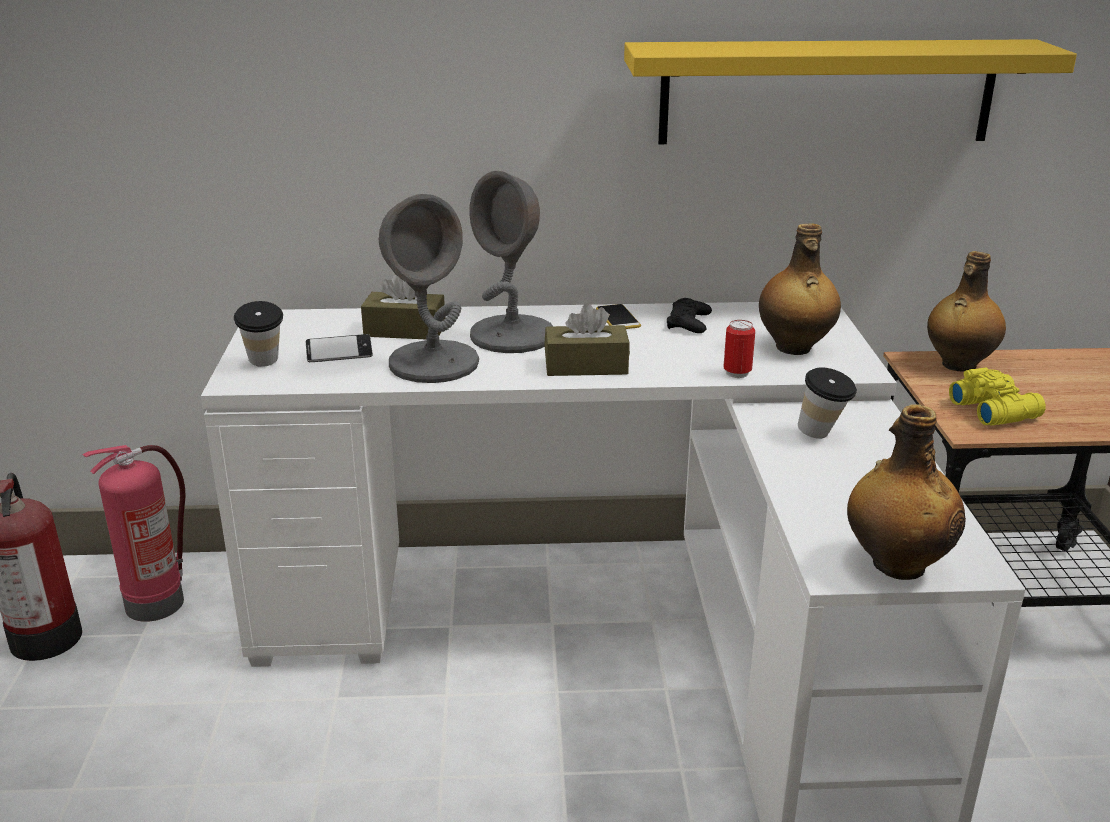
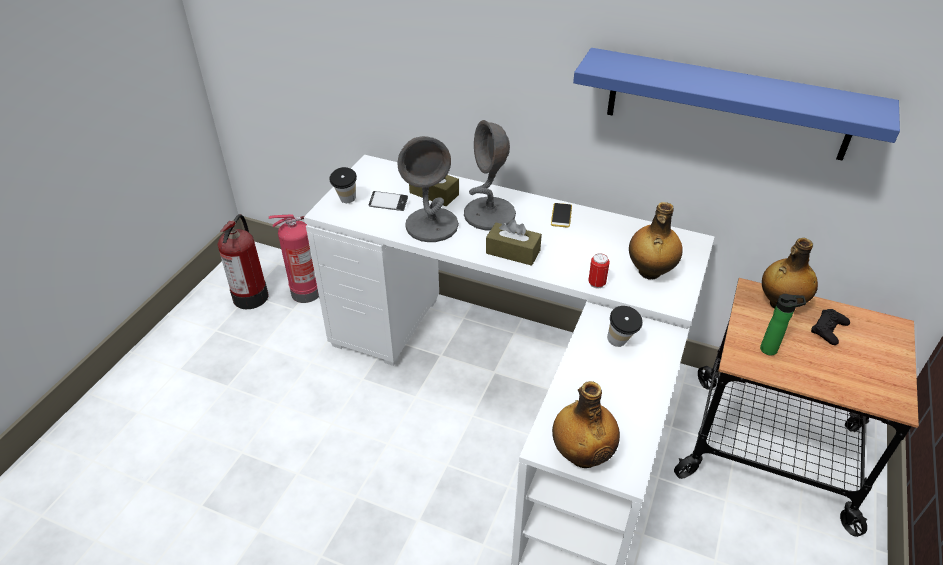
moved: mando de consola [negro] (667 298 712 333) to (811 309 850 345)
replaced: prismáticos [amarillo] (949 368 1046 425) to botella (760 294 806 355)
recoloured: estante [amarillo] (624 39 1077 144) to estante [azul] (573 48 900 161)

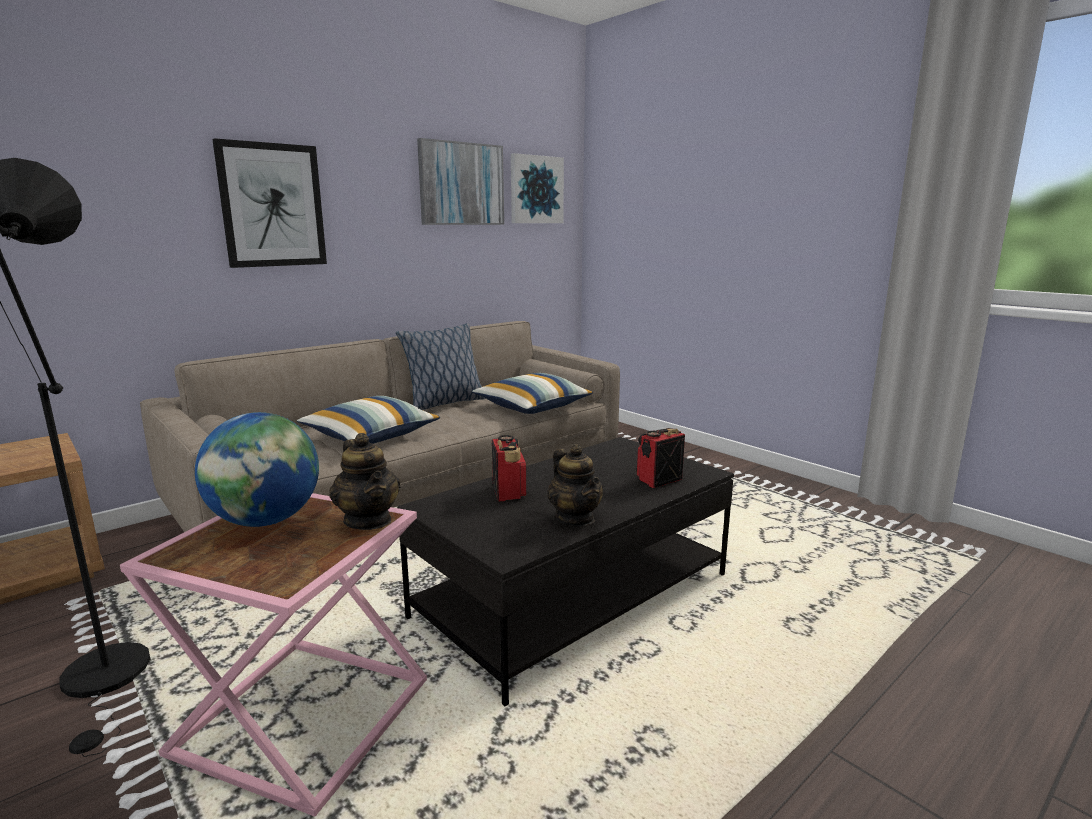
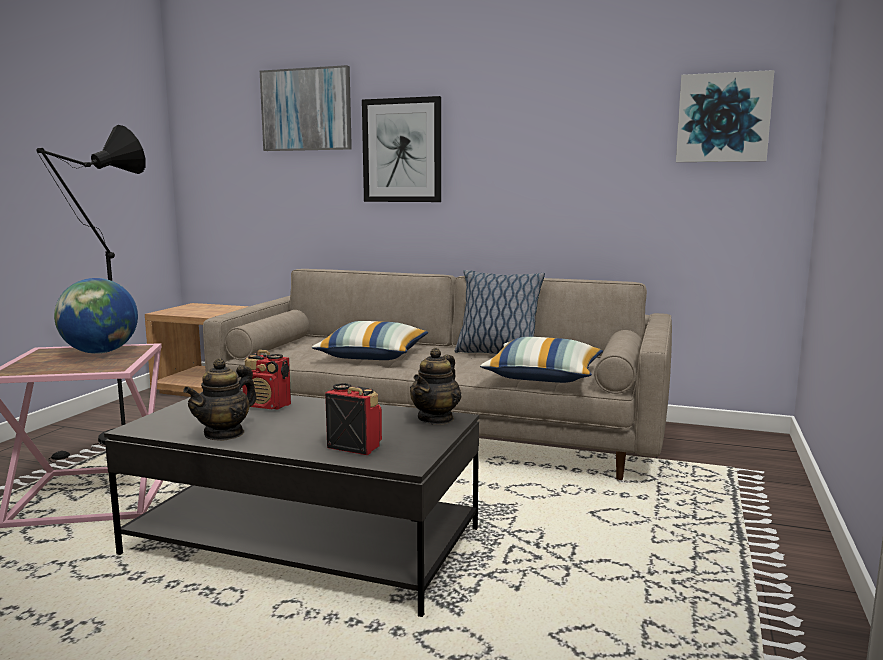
moved: cuadro (417 138 504 225) to (260 65 352 151); tetera (329 433 400 530) to (410 348 462 425)
turned: radio (491 435 526 501) = (243 350 291 410) 60 degrees clockwise

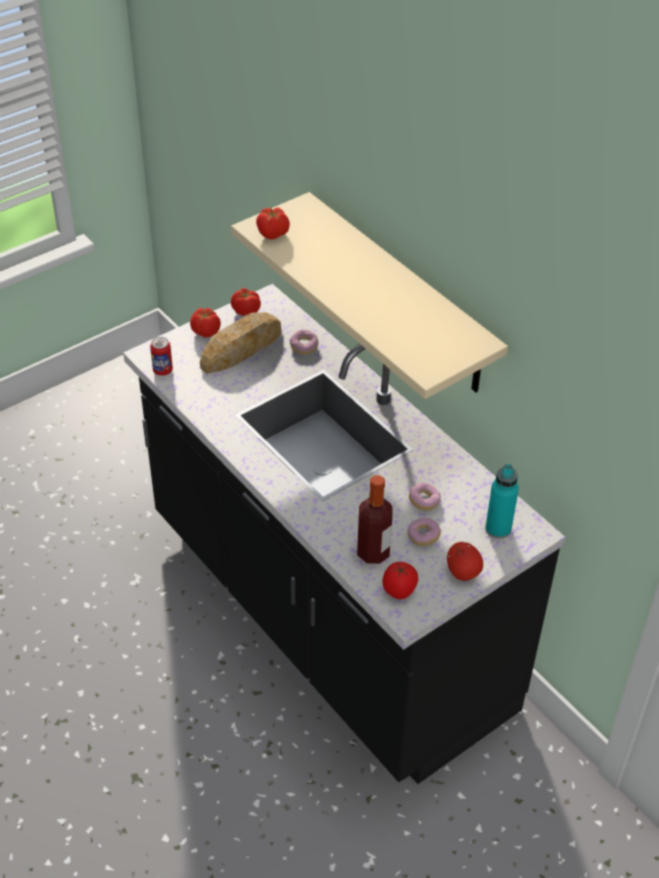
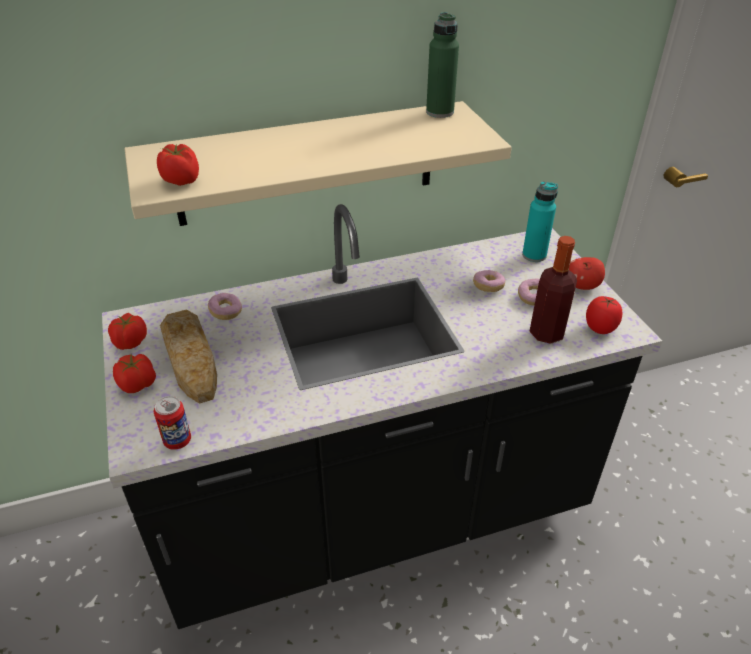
added: botella [verde] (426 12 459 118)

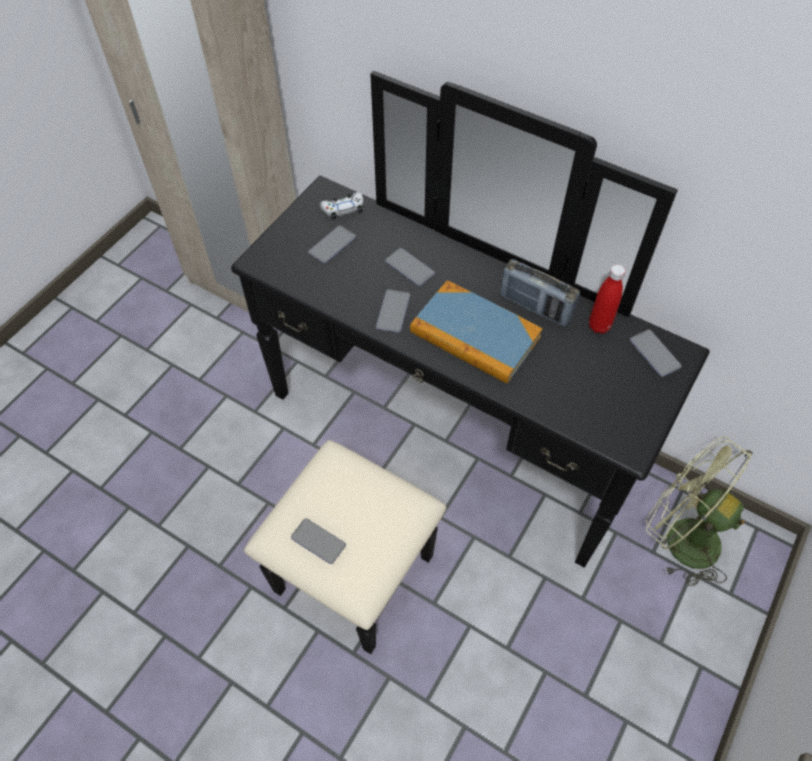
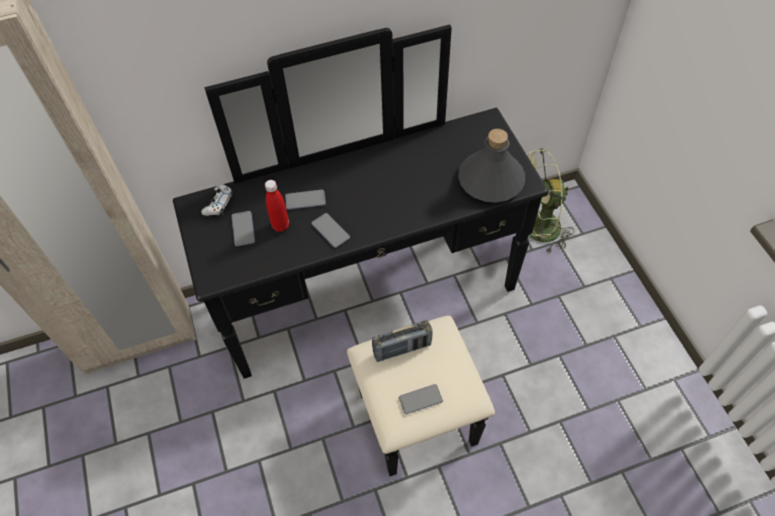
removed: libro (410 280 543 384); móvil (630 330 681 377)
added: botella [gris] (458 129 525 203)
moved: radio (500 259 580 327) to (372 320 432 362); botella [rojo] (589 264 626 334) to (265 180 289 232)

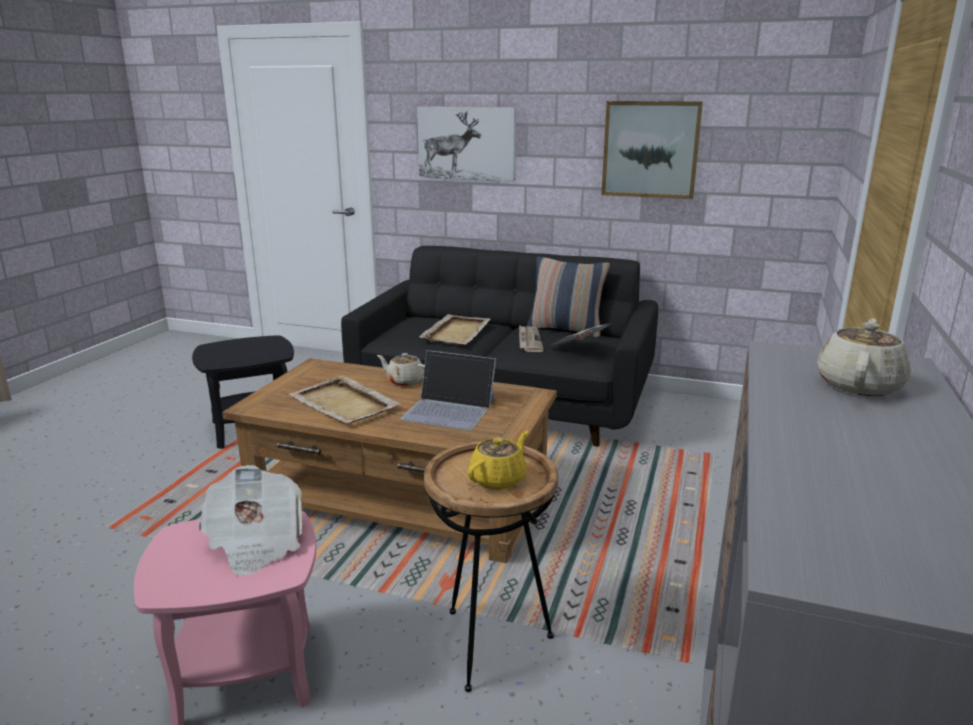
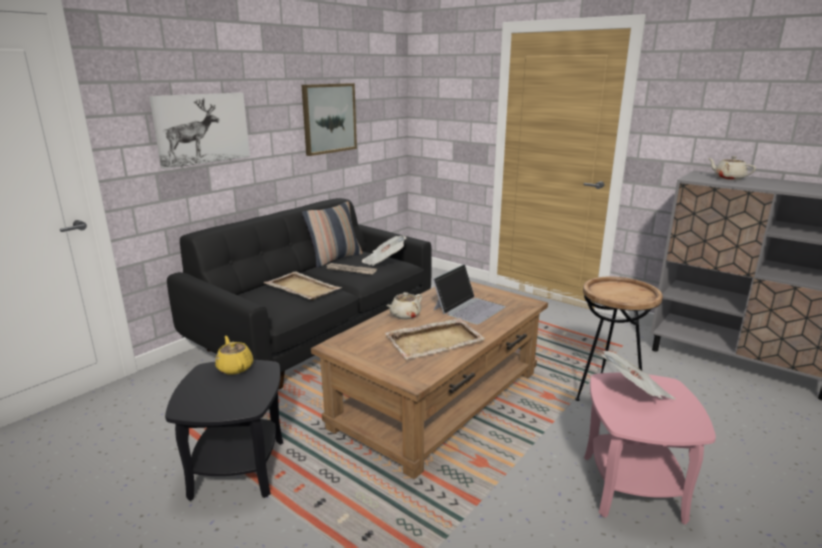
moved: tetera [amarillo] (467 431 528 490) to (216 336 253 375)

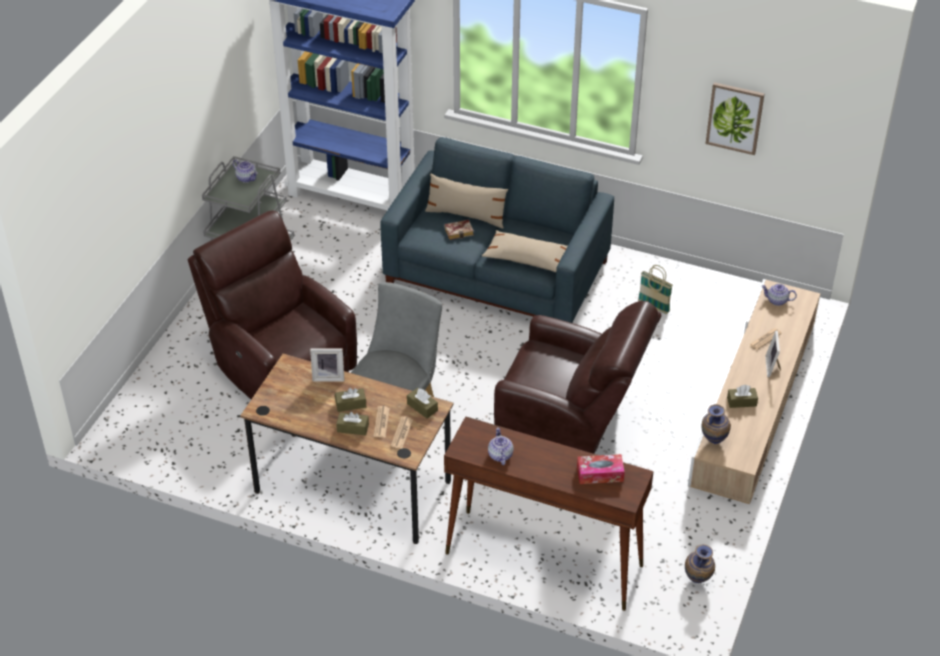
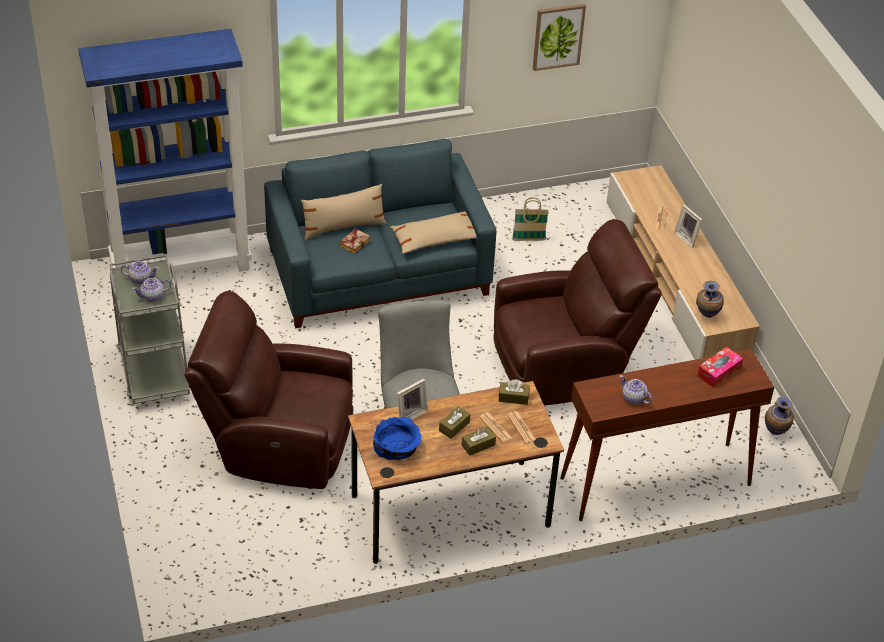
removed: caja de pañuelos [marrón] (727 385 758 408)
added: cuenco [azul] (373 417 421 460)
moved: tetera (761 284 797 306) to (132 278 171 302)

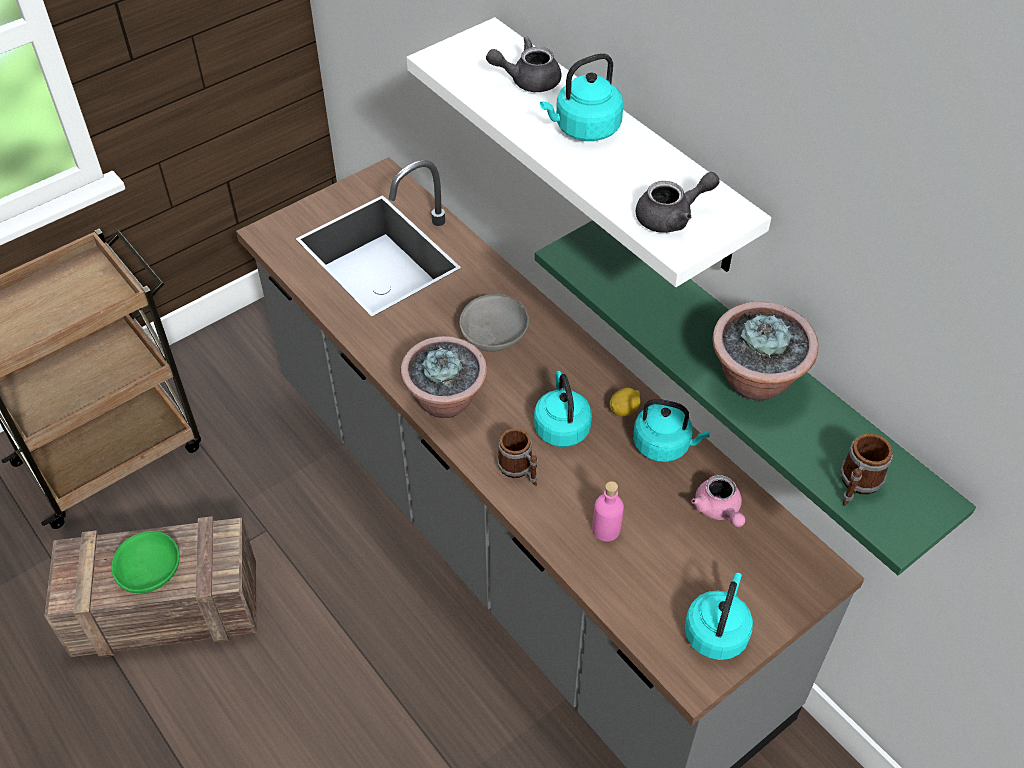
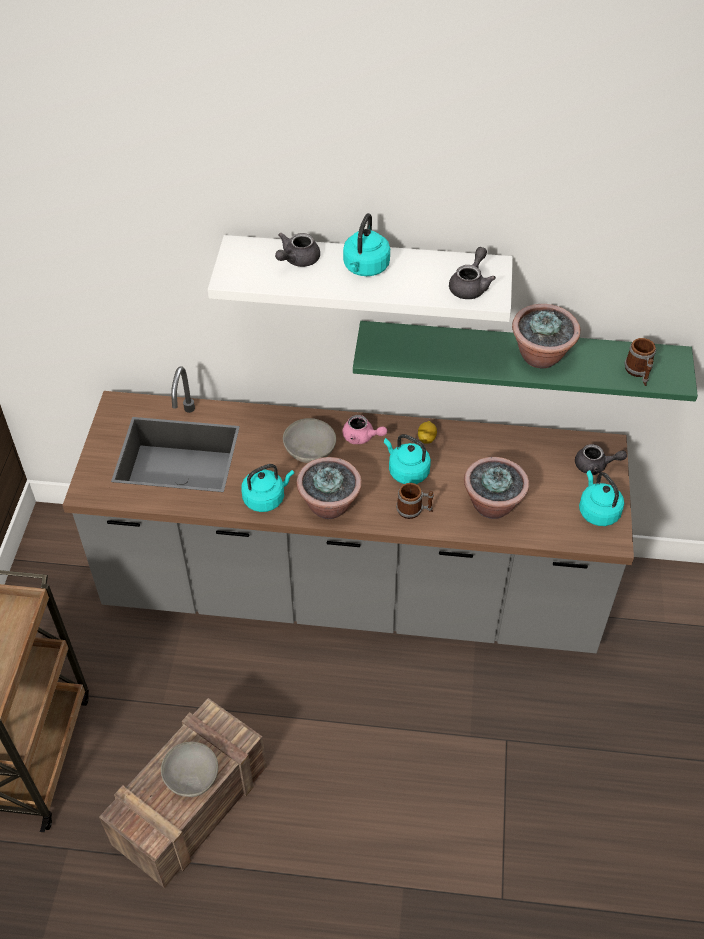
added: tetera [gris] (575 444 627 475)
moved: hervidor [turquesa] (633 399 710 462) to (241 464 294 512); tetera [rosa] (691 475 746 527) to (342 415 387 444)
replaced: botella [rosa] (592 481 624 542) to planta en maceta (464 457 529 519)
recoloured: cuenco [verde] (111 531 180 593) to cuenco [gris] (161 742 218 797)

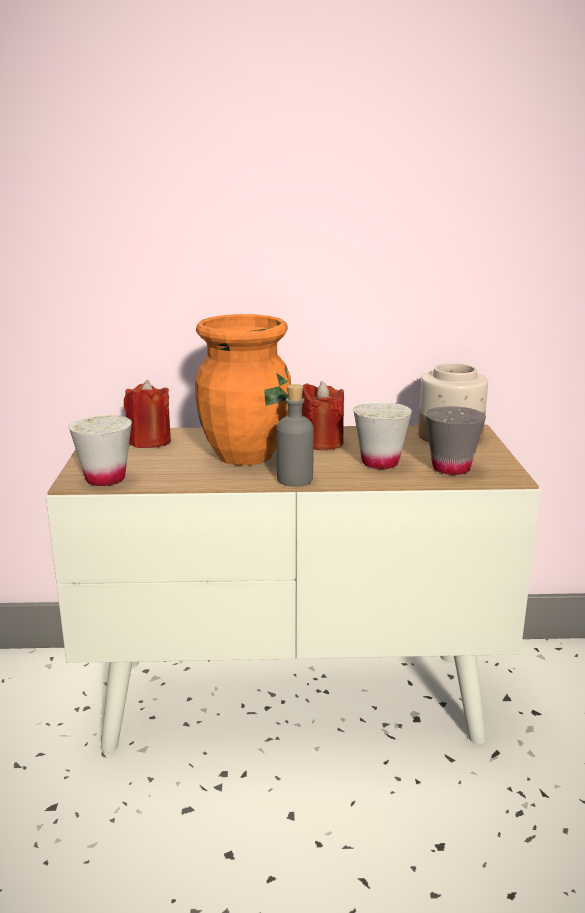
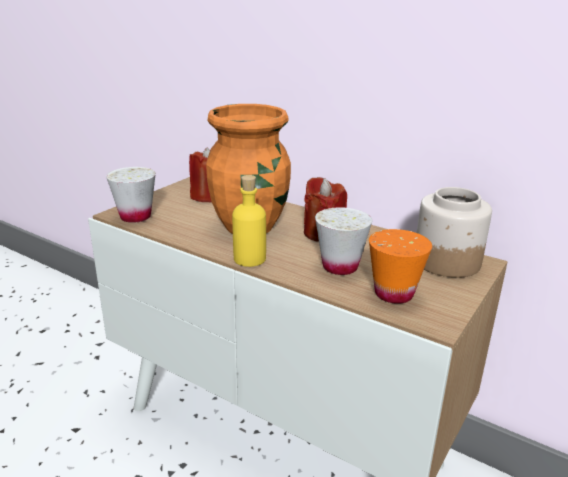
recoloured: botella [gris] (276 384 314 486) to botella [amarillo] (232 175 266 267); taza [gris] (425 406 486 475) to taza [naranja] (369 229 432 304)

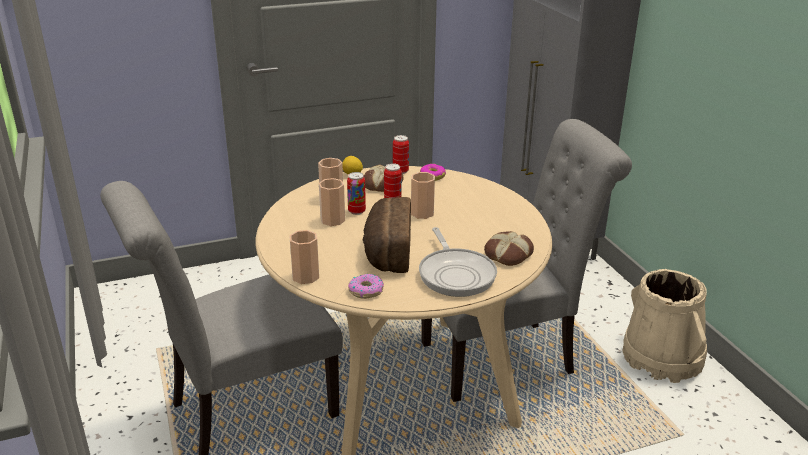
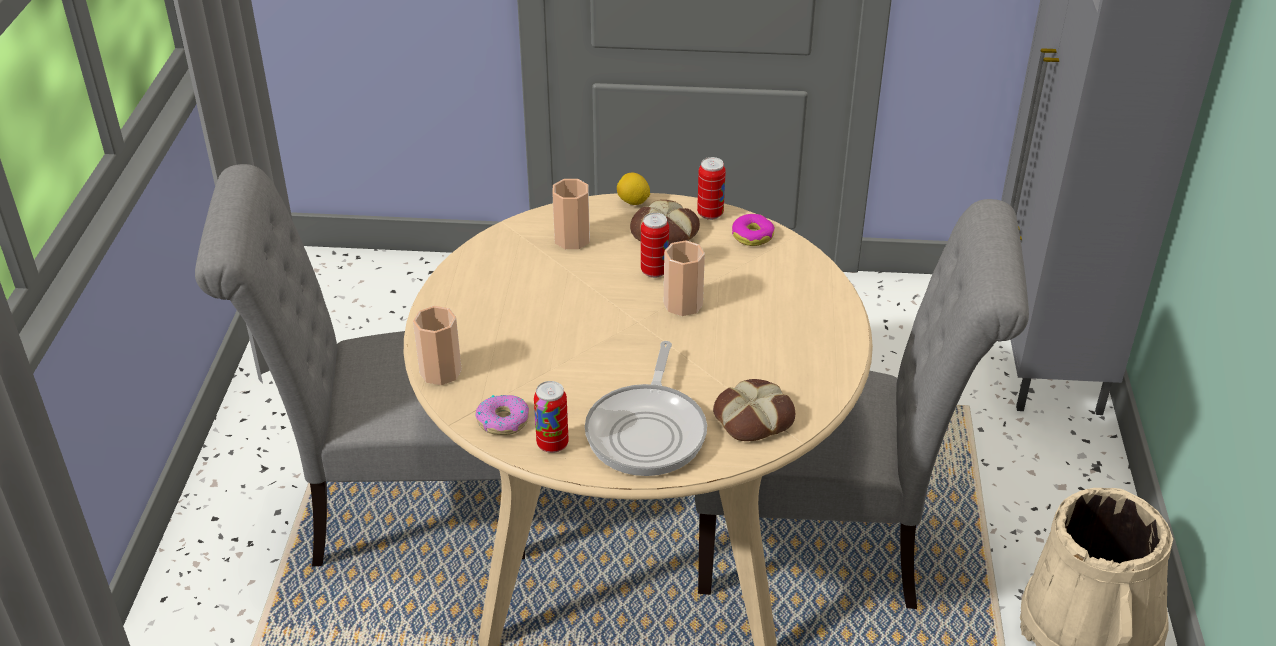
removed: taza (319 178 345 226); pan (363 197 411 273)
moved: lata (347 172 366 215) to (534 381 569 453)

